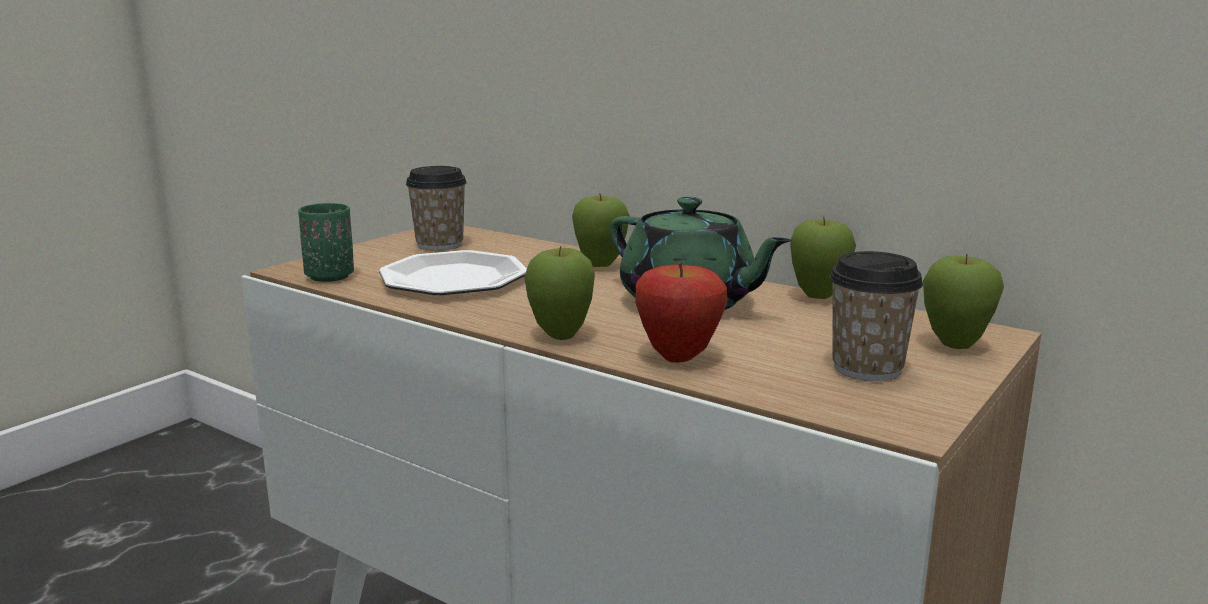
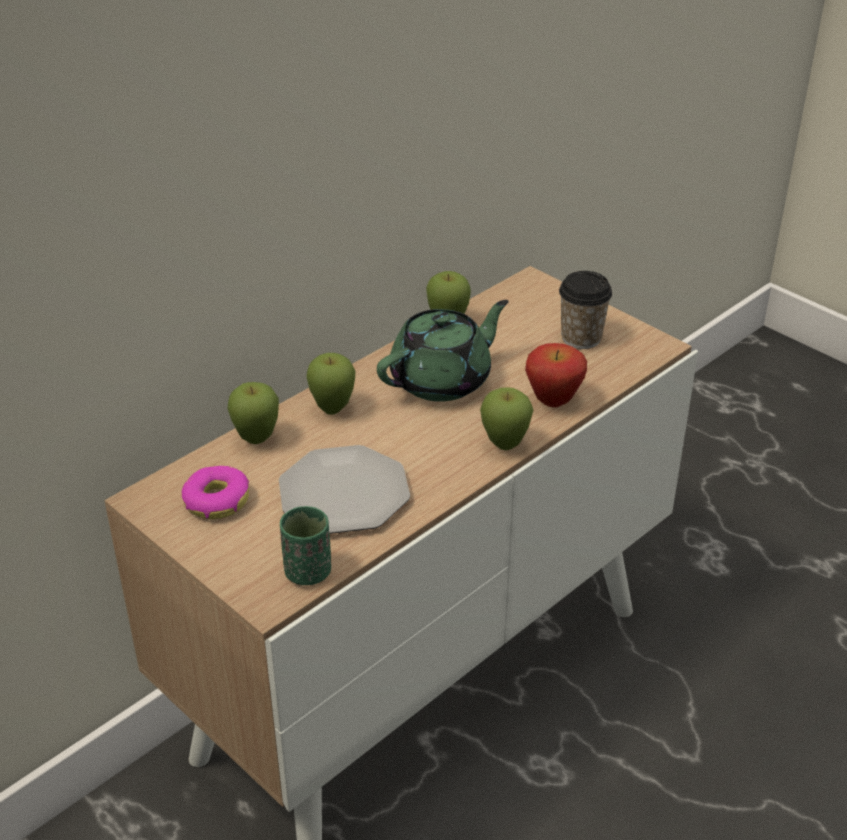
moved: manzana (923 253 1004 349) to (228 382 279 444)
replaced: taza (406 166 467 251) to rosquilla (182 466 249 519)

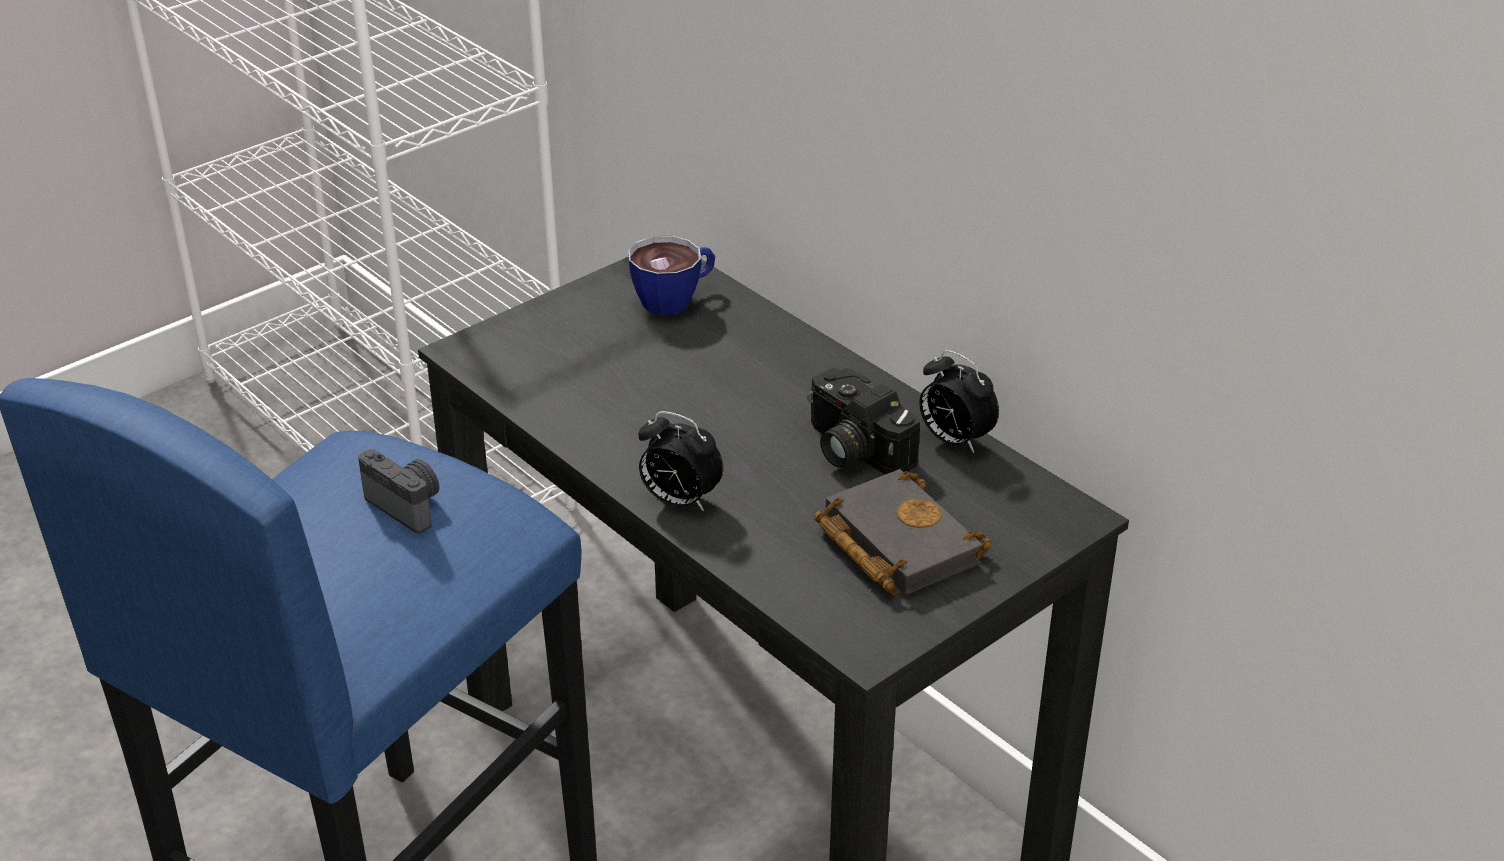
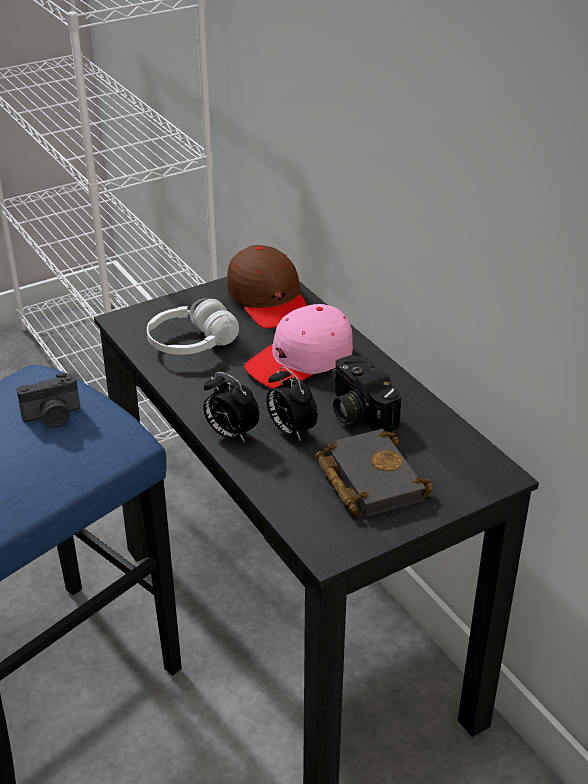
added: auriculares [blanco] (147 298 239 355); gorra [rosa] (244 304 353 389)
moved: despertador (919 350 999 453) to (266 366 318 441)
replaced: taza (628 236 715 315) to gorra [marrón] (227 245 307 329)
turned: cámara (358 449 439 533) = (16 373 80 428) 105 degrees clockwise

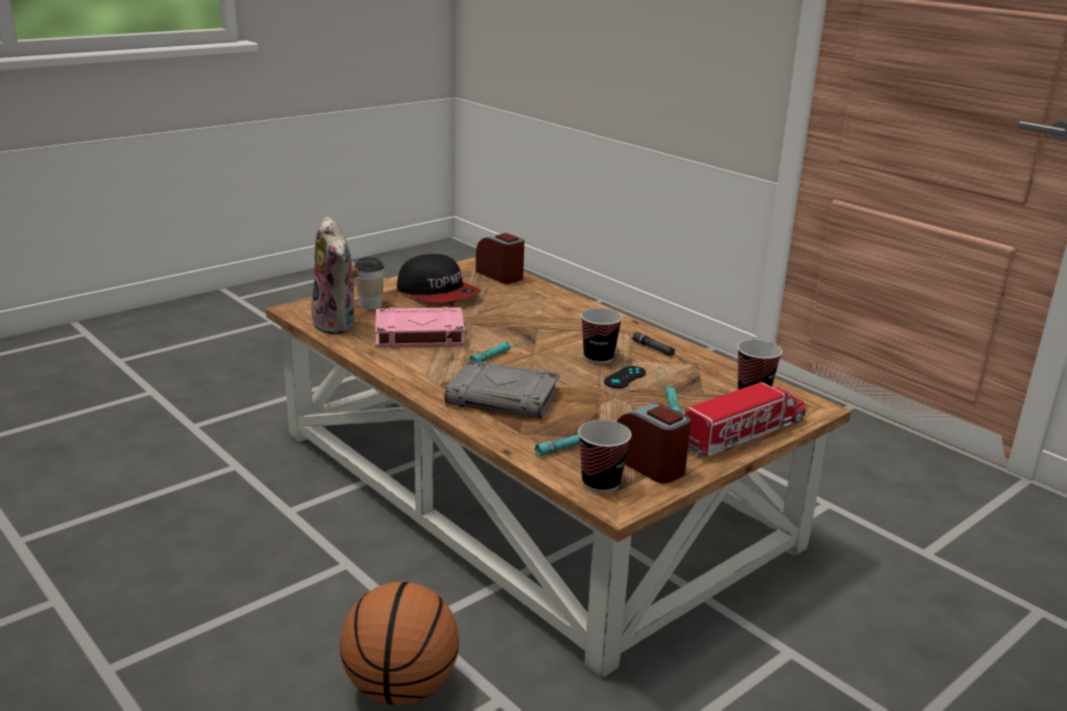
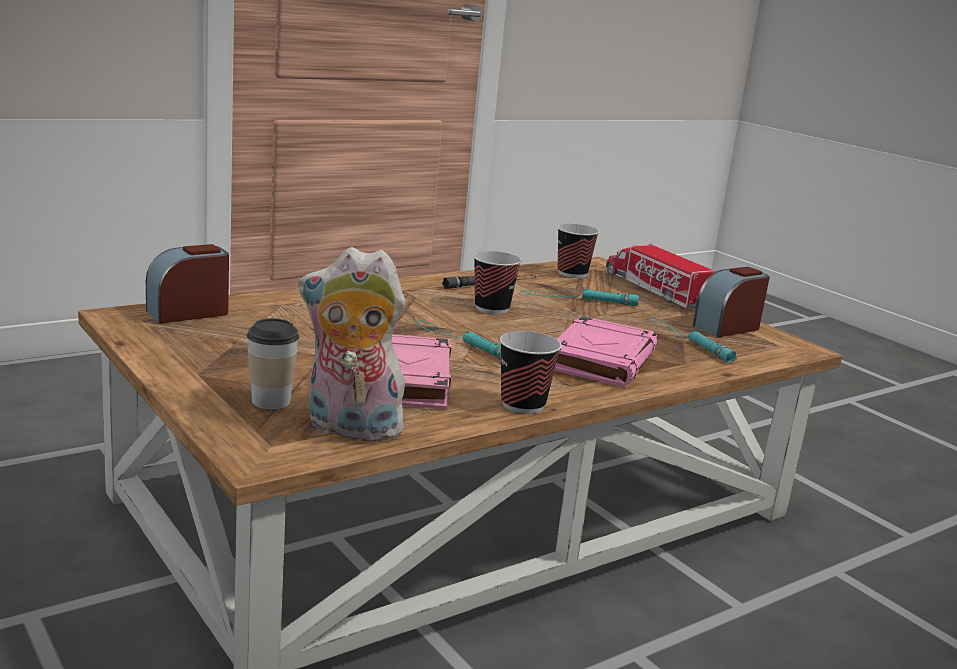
removed: gorra (397 254 481 302); mando de consola [negro] (604 366 646 388); balón de baloncesto (340 582 459 705)
moved: taza (578 420 631 493) to (500 331 562 414)
recoloured: libro [gris] (444 360 560 419) to libro [rosa] (554 316 658 387)
turned: peluche (311 216 360 334) = (299 247 409 445) 150 degrees counterclockwise

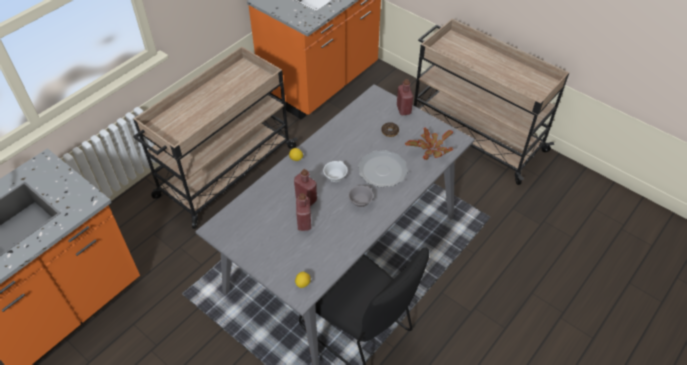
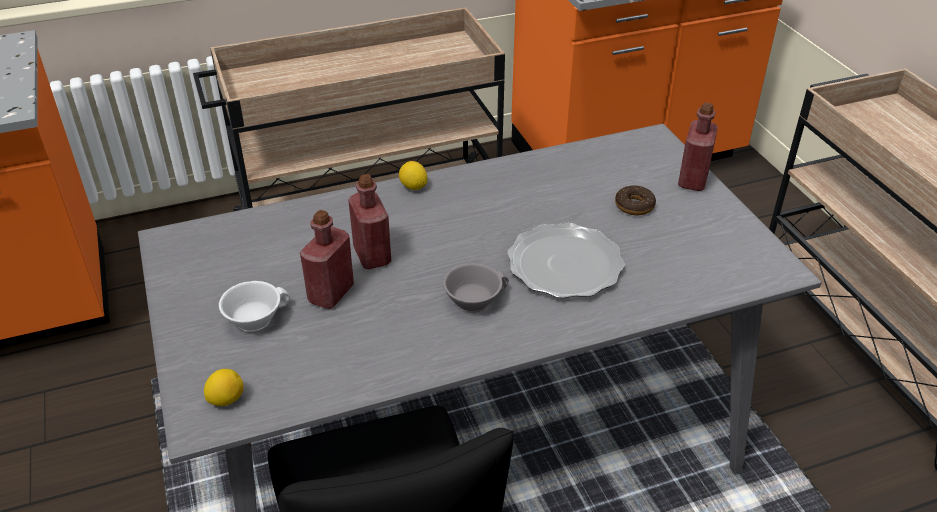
removed: planta en maceta (405 127 453 160)
moved: taza [blanco] (323 161 348 182) to (219 281 290 332)

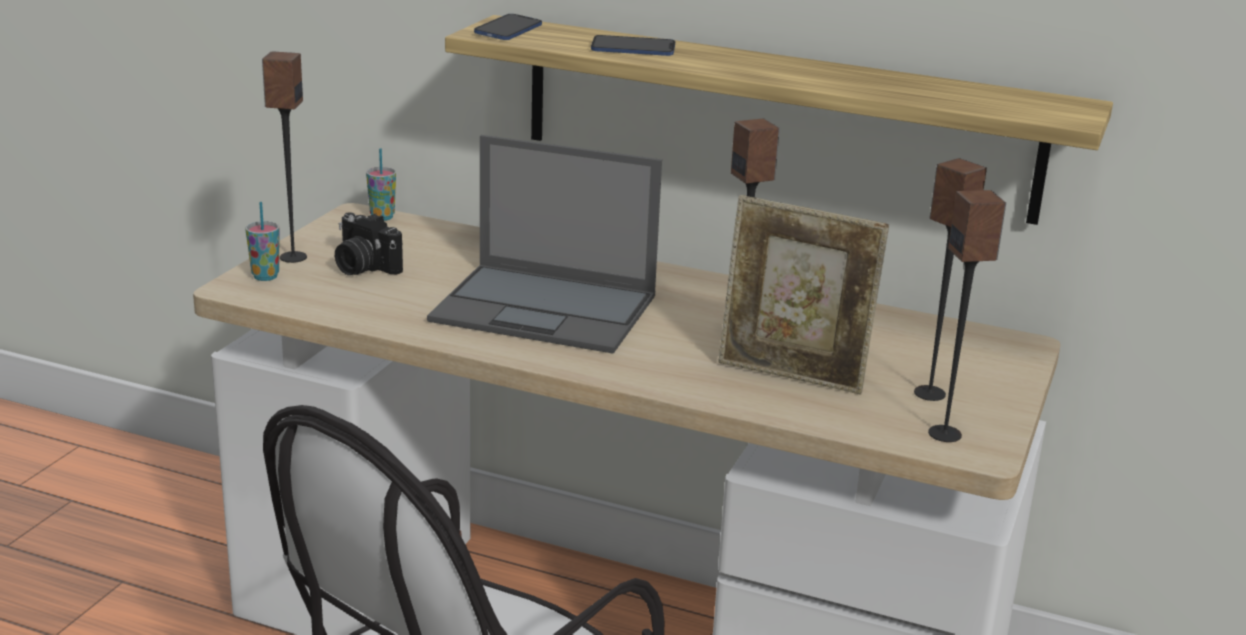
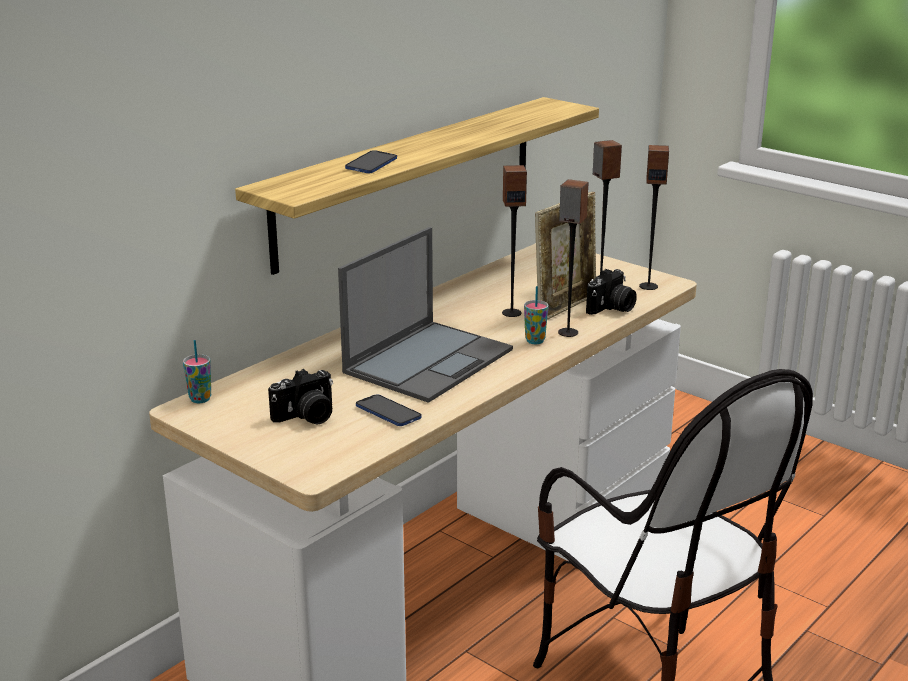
added: cámara (586 269 637 315)
moved: móvil (474 14 542 40) to (356 395 422 426); altavoz (262 51 307 263) to (558 179 588 337); taza (245 202 279 281) to (524 286 549 344)

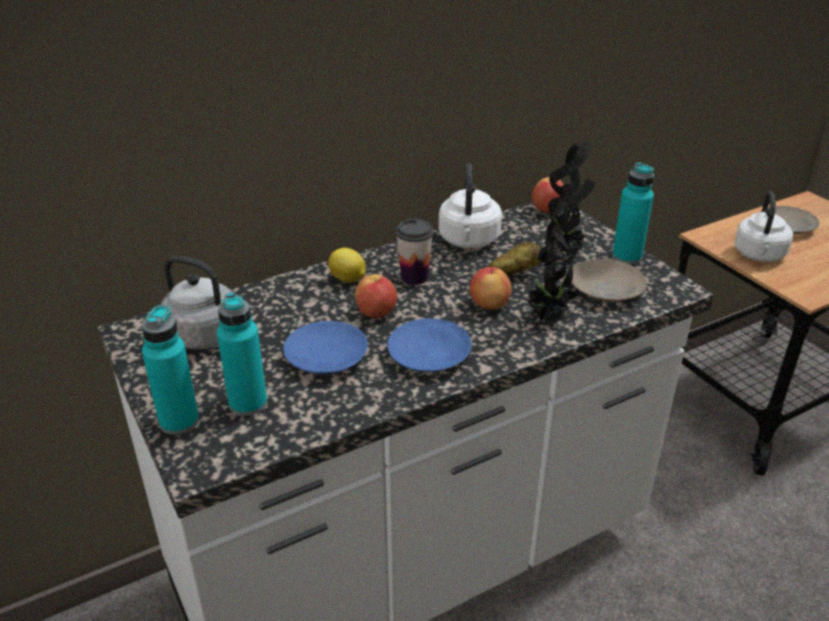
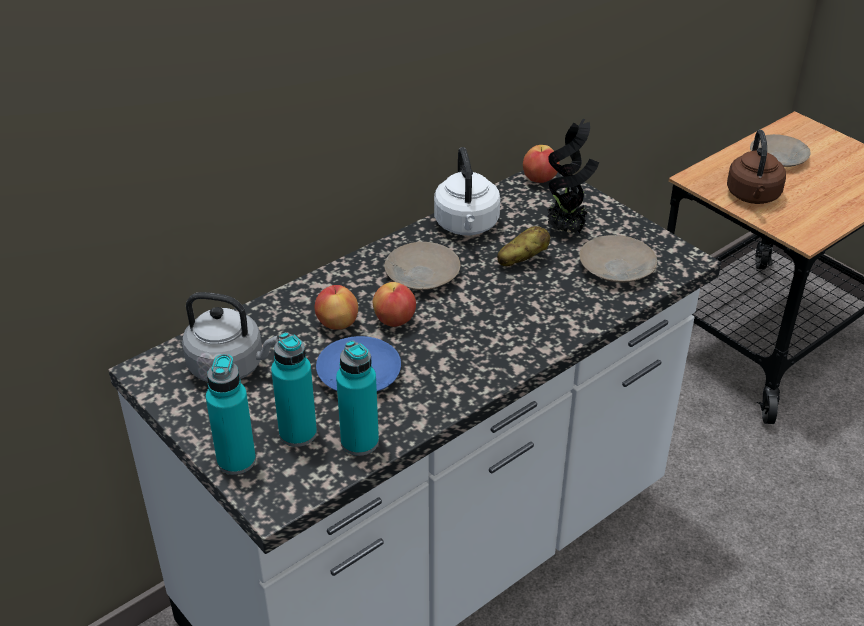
removed: planta en maceta (527 199 581 323); limón (328 248 366 283); plato [azul] (387 318 471 372)
moved: botella [turquesa] (612 162 654 264) to (336 341 379 456); manzana (469 266 512 310) to (315 285 358 330)
replaced: taza (396 219 433 285) to plato [beis] (384 242 461 290)
recoloured: hervidor [blanco] (734 192 793 262) to hervidor [marrón] (727 130 786 204)

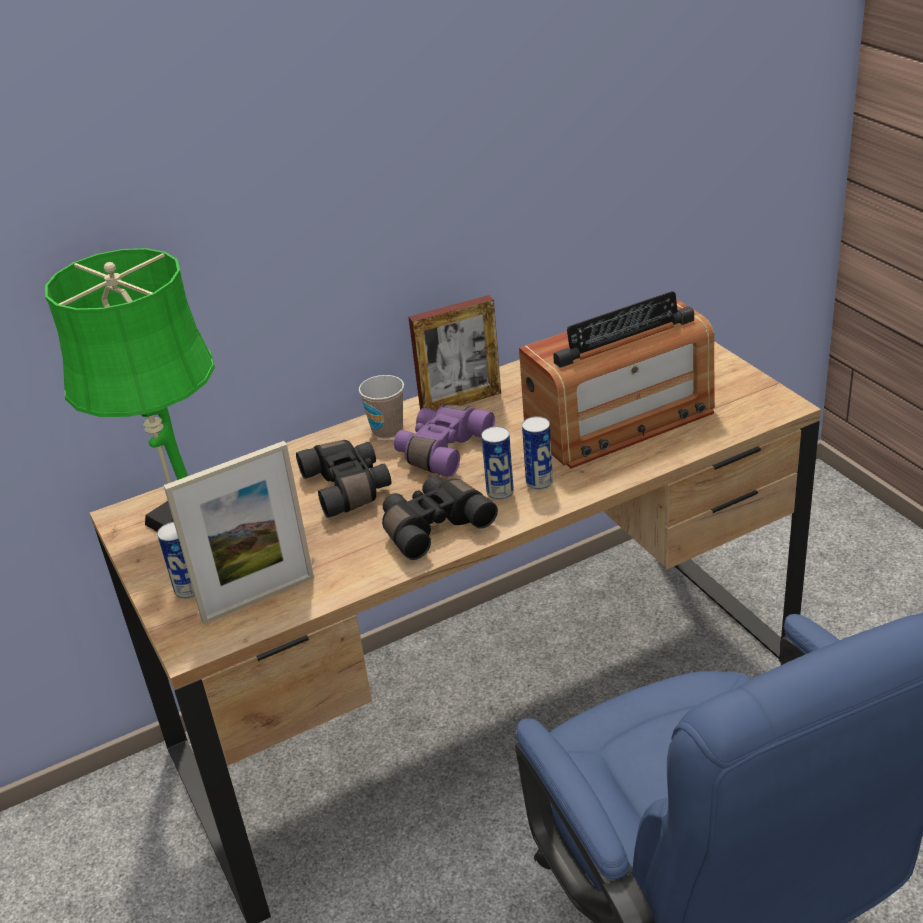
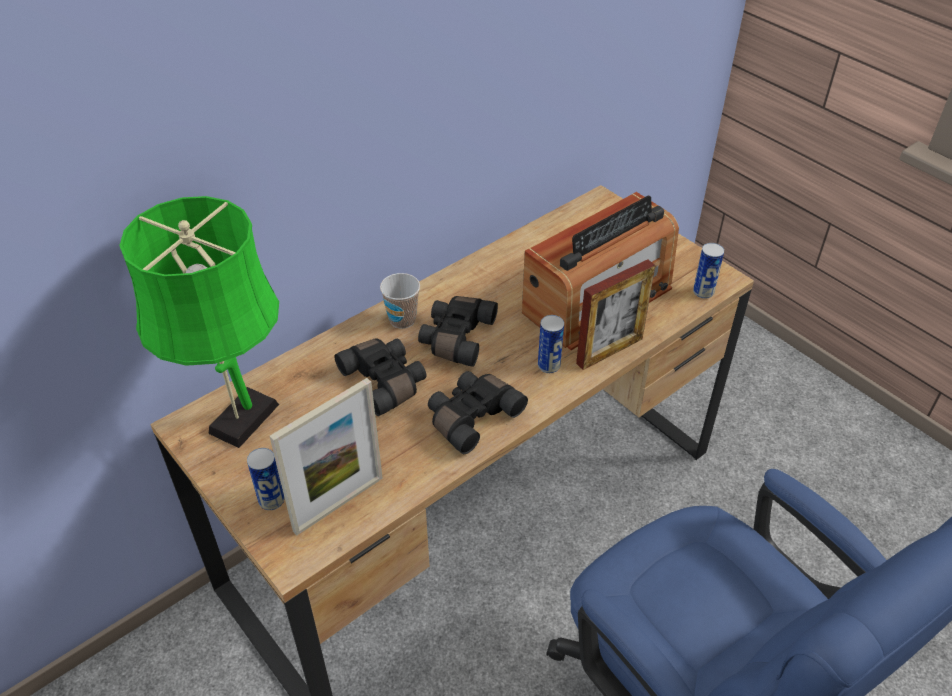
moved: portarretratos (408 295 501 411) to (576 259 655 370); lata (481 426 514 500) to (693 243 724 299)
recoloured: prismáticos [morado] (394 404 495 477) to prismáticos [negro] (418 296 498 367)

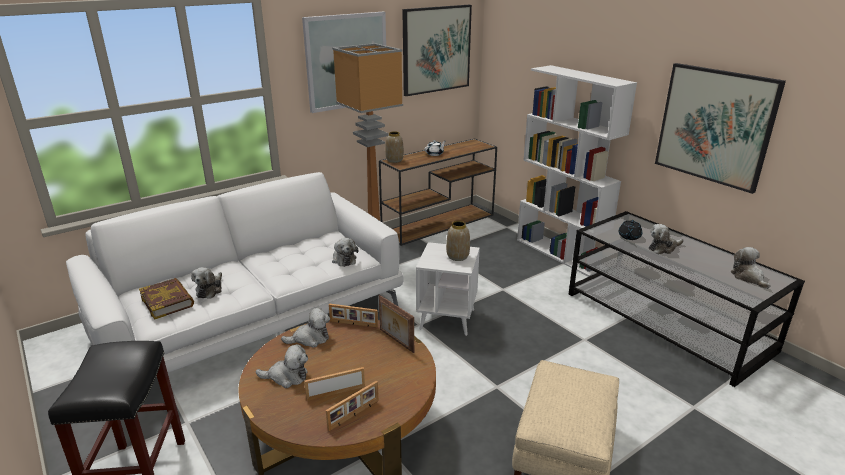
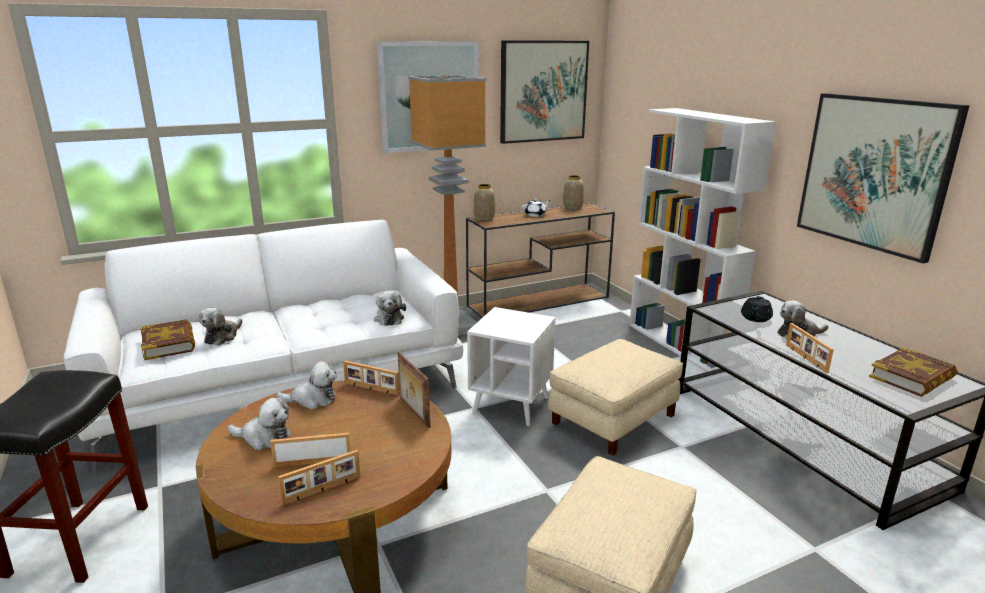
added: portarretratos (786 323 834 373); puf [beis] (548 339 683 456)
moved: florero (446 221 470 261) to (563 175 584 210)
replaced: peluche (731 247 771 289) to libro (869 347 958 397)

